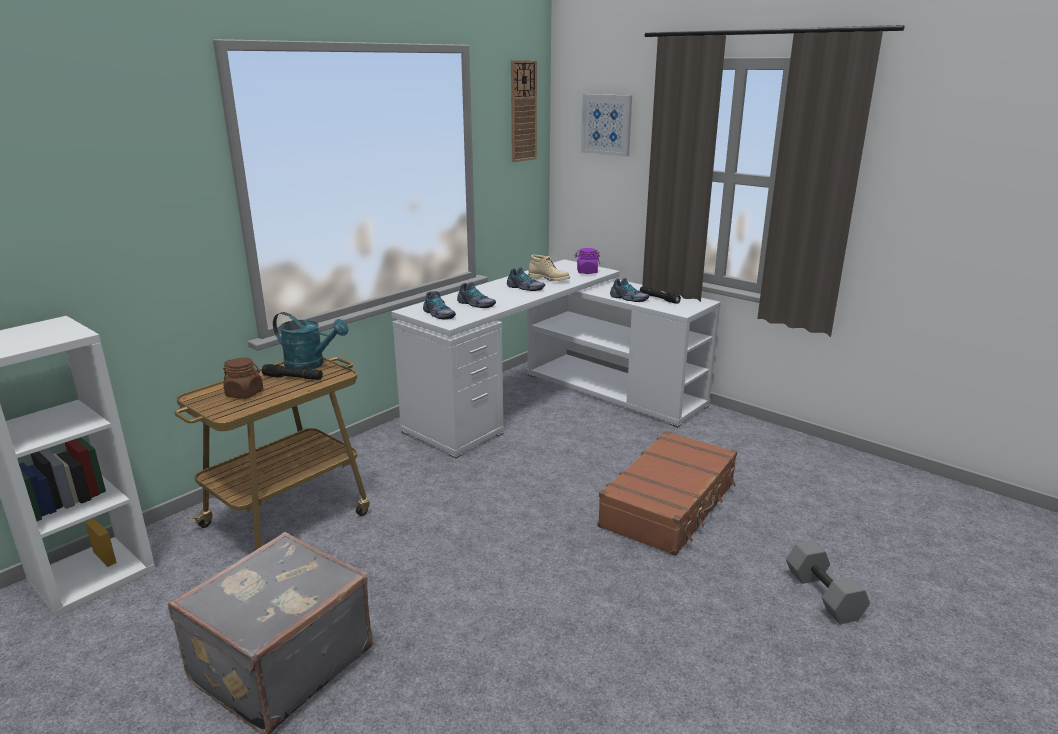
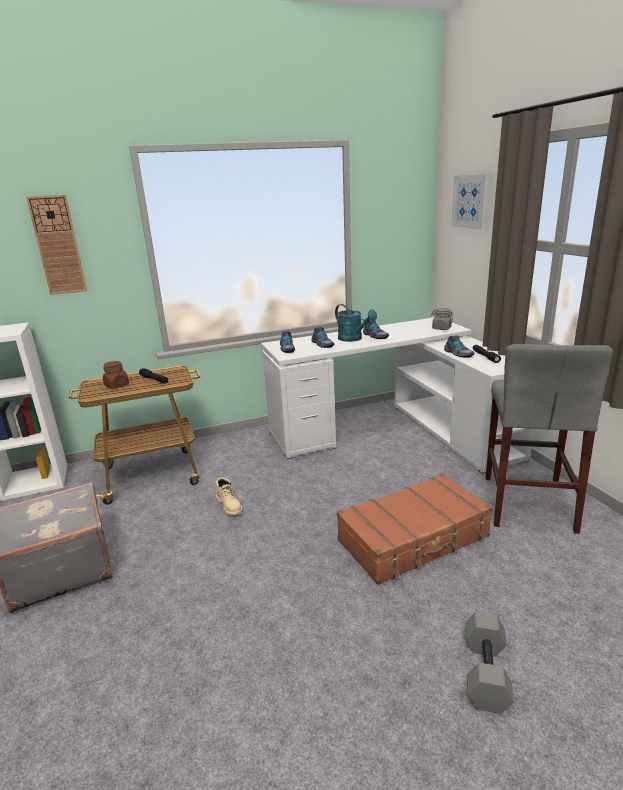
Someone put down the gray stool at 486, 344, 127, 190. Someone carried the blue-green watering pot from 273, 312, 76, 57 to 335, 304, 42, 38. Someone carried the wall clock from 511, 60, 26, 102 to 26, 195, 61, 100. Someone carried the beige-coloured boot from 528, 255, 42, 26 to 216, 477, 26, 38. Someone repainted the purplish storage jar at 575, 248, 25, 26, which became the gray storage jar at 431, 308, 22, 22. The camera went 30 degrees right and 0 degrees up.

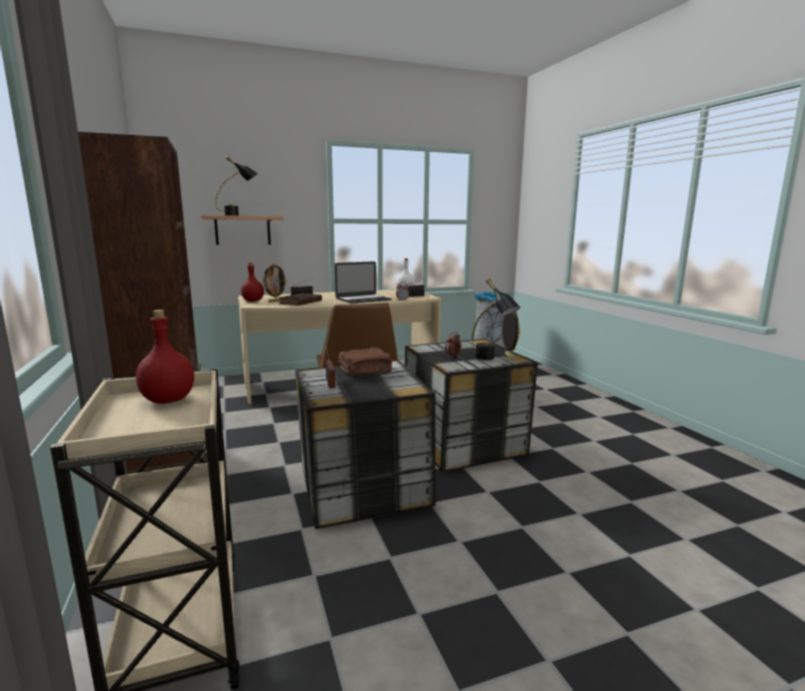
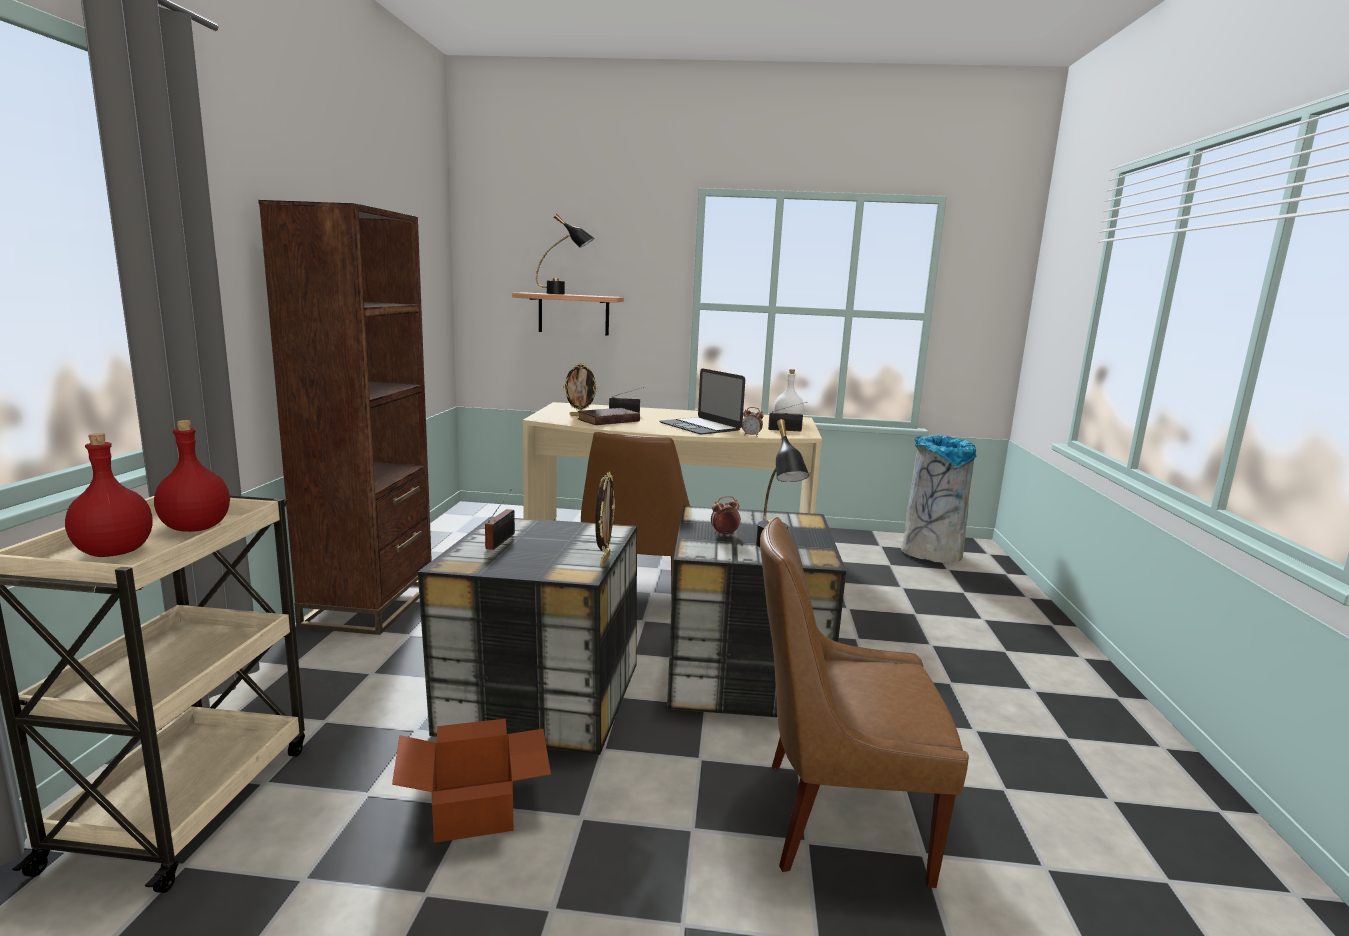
Someone took away the brown book at 338, 347, 55, 28. Someone put down the packing box at 392, 719, 159, 124. Someone put down the brown chair at 760, 517, 209, 371. Someone carried the reddish drink bottle from 241, 263, 23, 38 to 65, 433, 87, 124. Someone carried the photo frame from 502, 311, 19, 48 to 595, 472, 20, 94. Someone rotated the notebook computer at 335, 261, 57, 42 by 60 degrees clockwise. The camera went 25 degrees right and 0 degrees up.

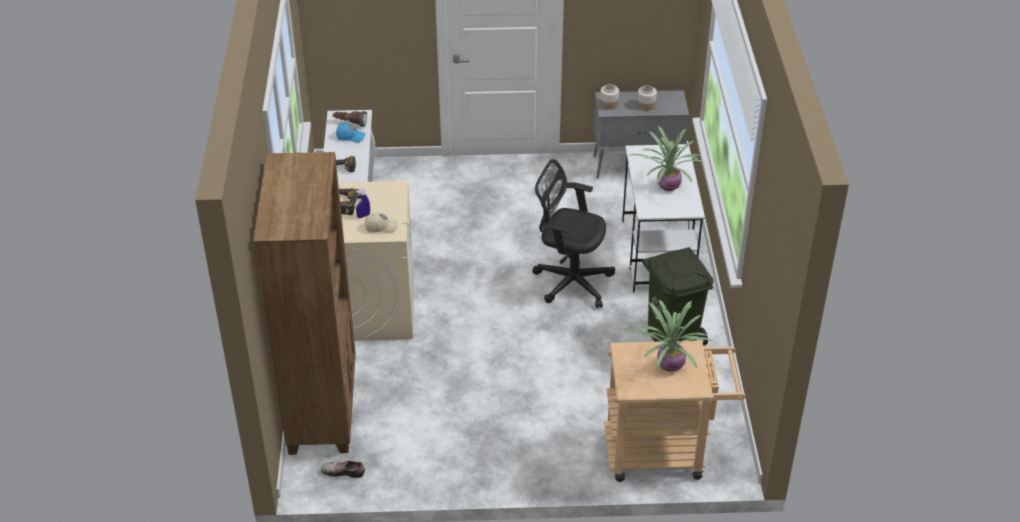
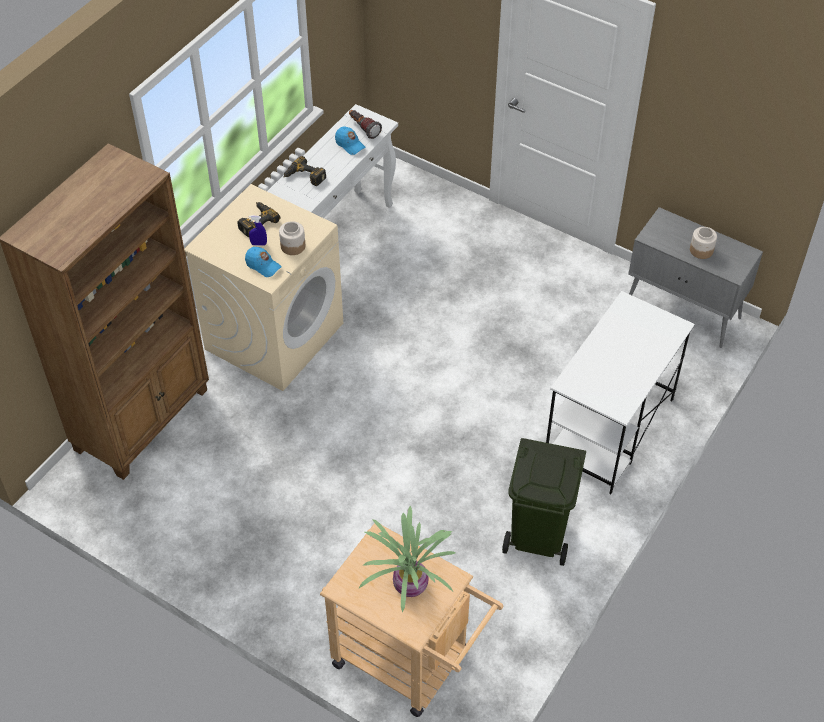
Someone took away the item of footwear at 322, 461, 43, 17. Someone took away the black computer chair at 532, 159, 83, 149. Someone took away the houseplant at 628, 126, 77, 65. Someone carried the storage jar from 600, 84, 19, 26 to 279, 221, 26, 34. Someone repainted the beige-coloured cap at 365, 213, 33, 20, which became the blue-coloured cap at 245, 247, 37, 30. The camera went 35 degrees right and 10 degrees up.

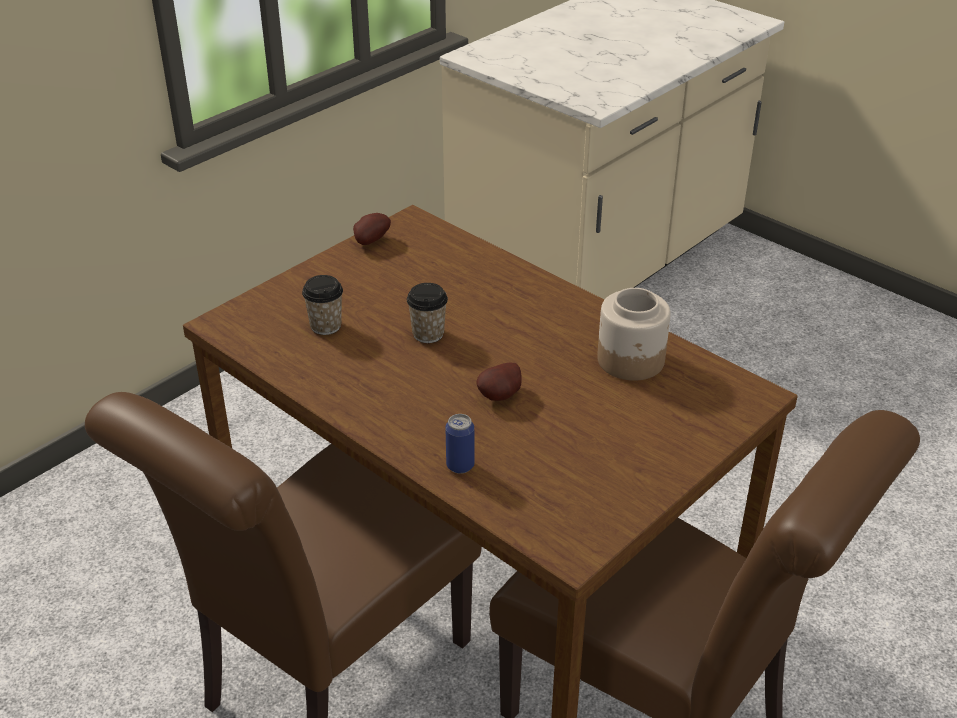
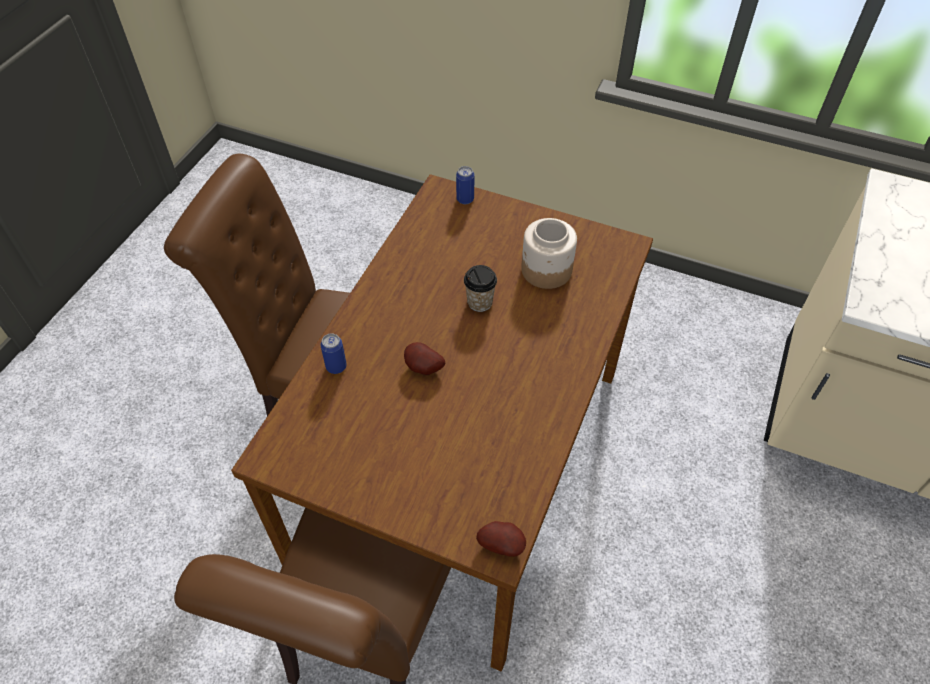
Someone took away the cup at 302, 275, 41, 60. Someone put down the can at 456, 166, 18, 38. Someone carried the potato from 353, 213, 38, 32 to 476, 521, 50, 36. Someone carried the storage jar from 597, 288, 74, 93 to 521, 218, 56, 71. The camera went 70 degrees right and 15 degrees up.

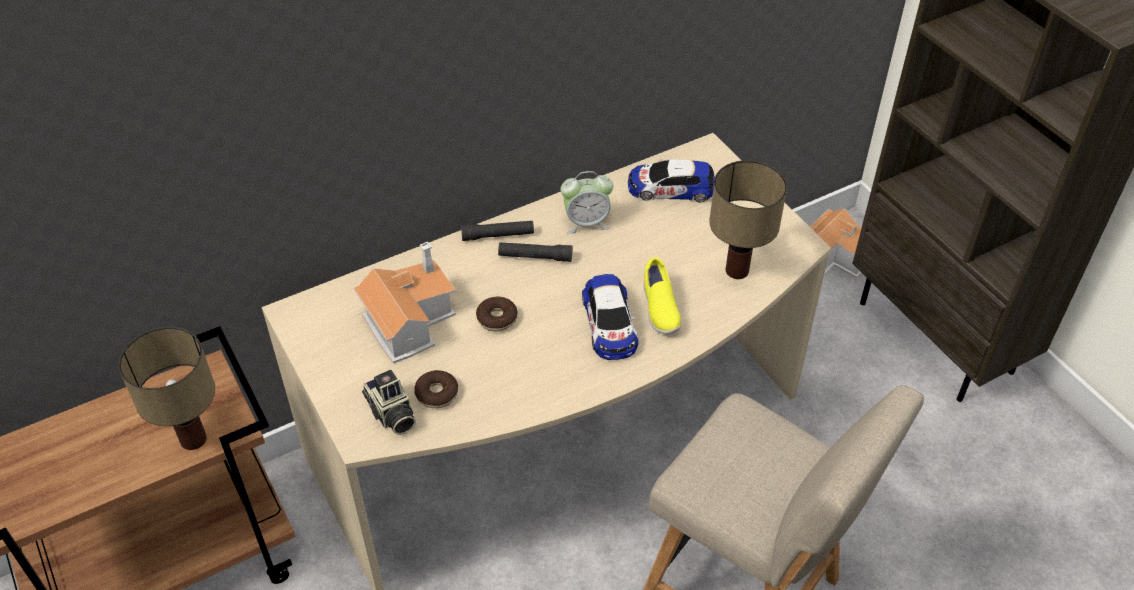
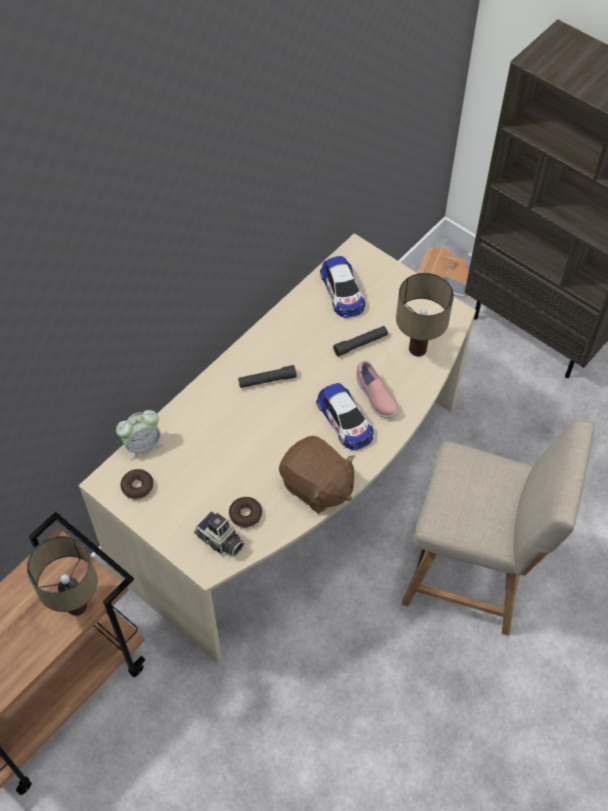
Someone took away the miniature house at 353, 242, 103, 121. Someone put down the brown cuddly toy at 279, 436, 76, 78. Someone carried the black flashlight from 461, 221, 73, 20 to 333, 326, 55, 31. Someone carried the doughnut from 476, 297, 42, 35 to 120, 469, 33, 31. Someone carried the alarm clock from 561, 171, 52, 63 to 116, 410, 47, 51. Someone repainted the yellow-coloured item of footwear at 644, 258, 37, 76, which became the pink item of footwear at 356, 361, 43, 57. Someone rotated the toy car at 628, 159, 87, 44 by 90 degrees counterclockwise. The camera went 20 degrees left and 10 degrees up.

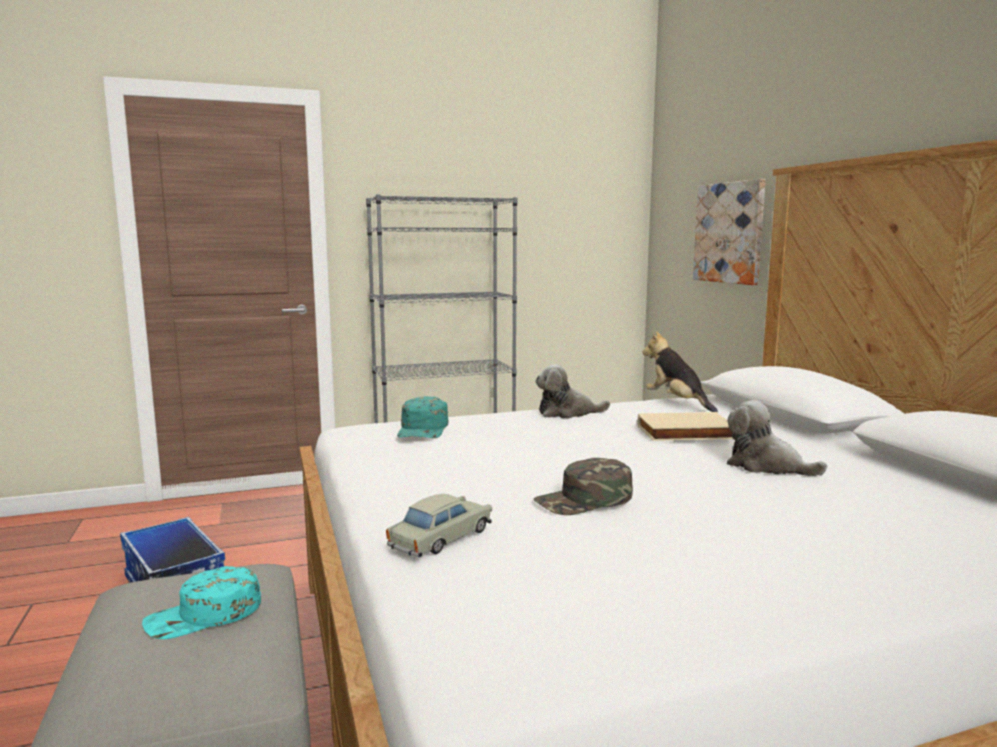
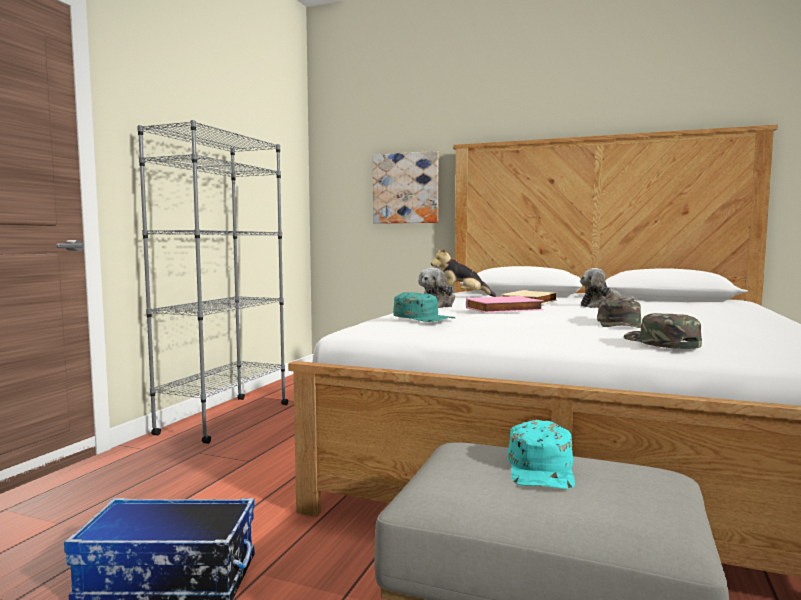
Someone put down the pink book at 466, 296, 78, 17. Someone swapped the beige-coloured toy car at 386, 494, 106, 63 for the greenish cap at 624, 313, 78, 36. The camera went 50 degrees left and 5 degrees down.

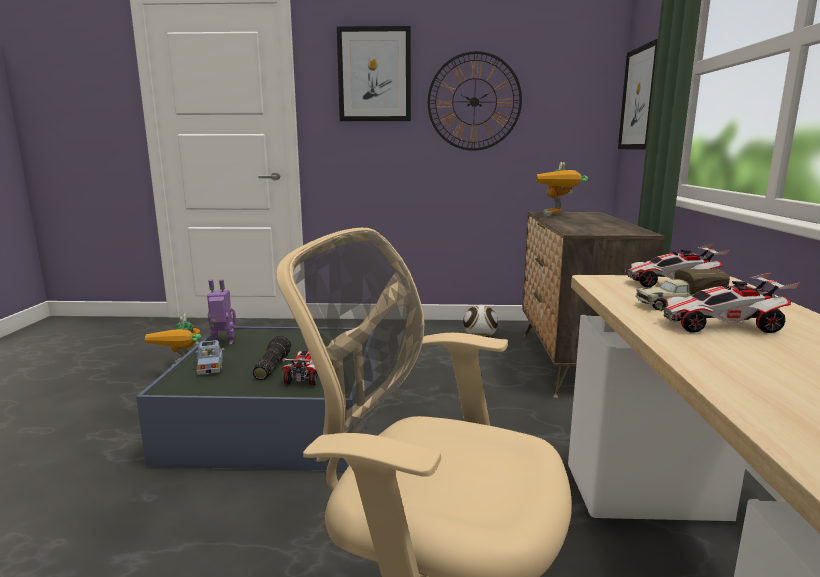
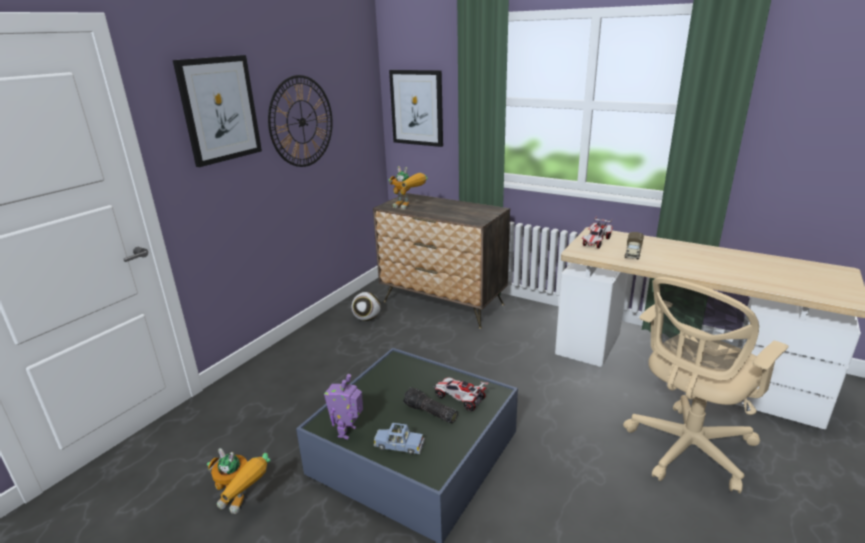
Someone took away the toy car at 659, 273, 140, 60. The camera went 60 degrees left and 10 degrees up.

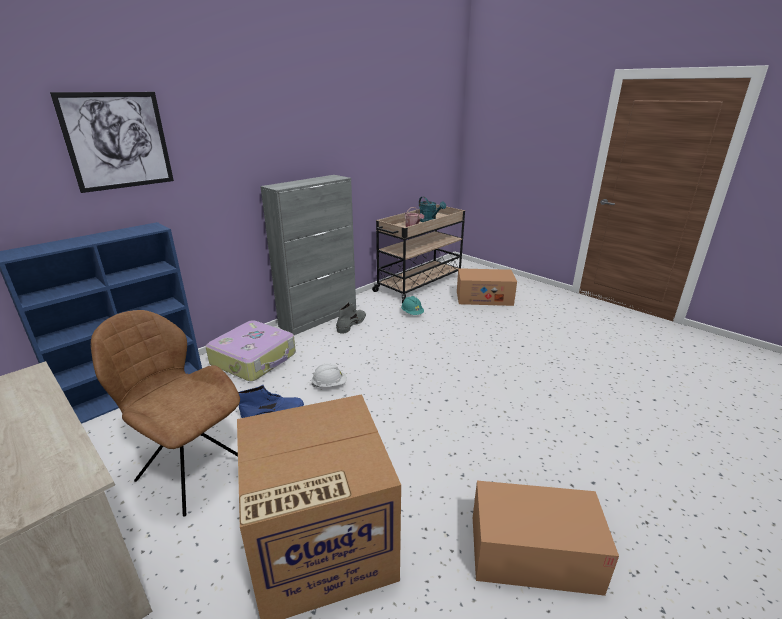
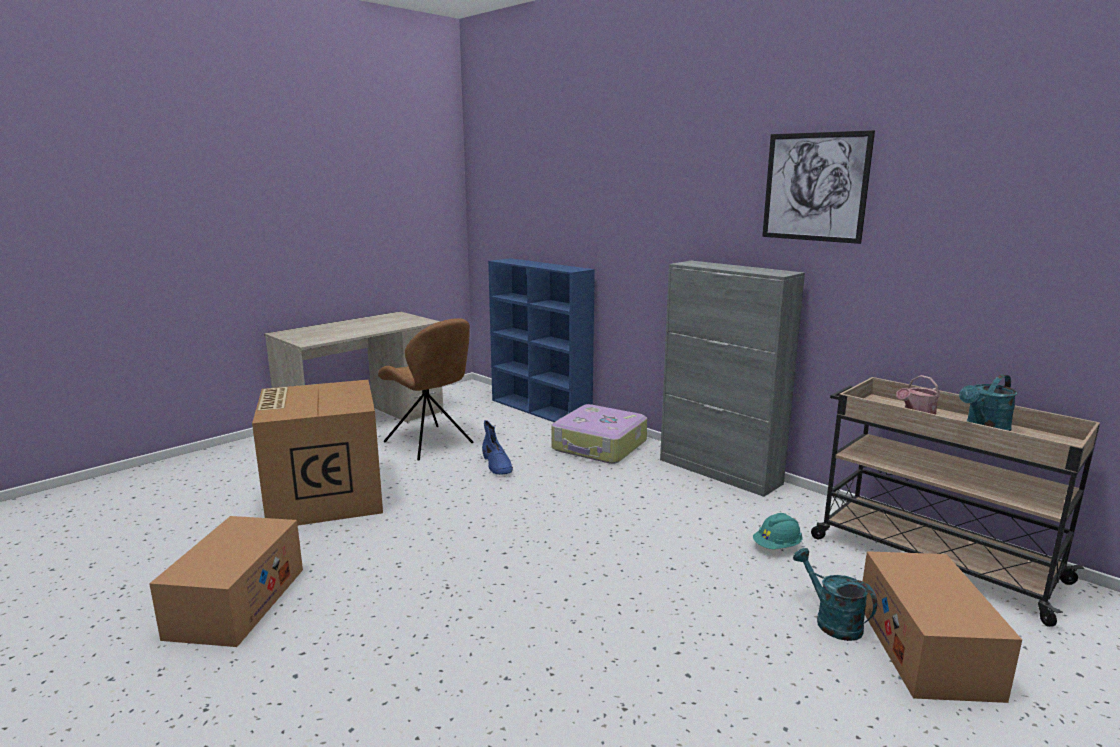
Someone took away the whitish hard hat at 312, 363, 35, 24. Someone took away the gray boot at 336, 302, 30, 31. Someone put down the blue-green watering pot at 793, 548, 84, 93. Someone carried the wall art from 50, 92, 124, 101 to 762, 130, 113, 114. Someone rotated the brown chair at 91, 310, 149, 207 by 105 degrees clockwise. The camera went 90 degrees right and 10 degrees down.

